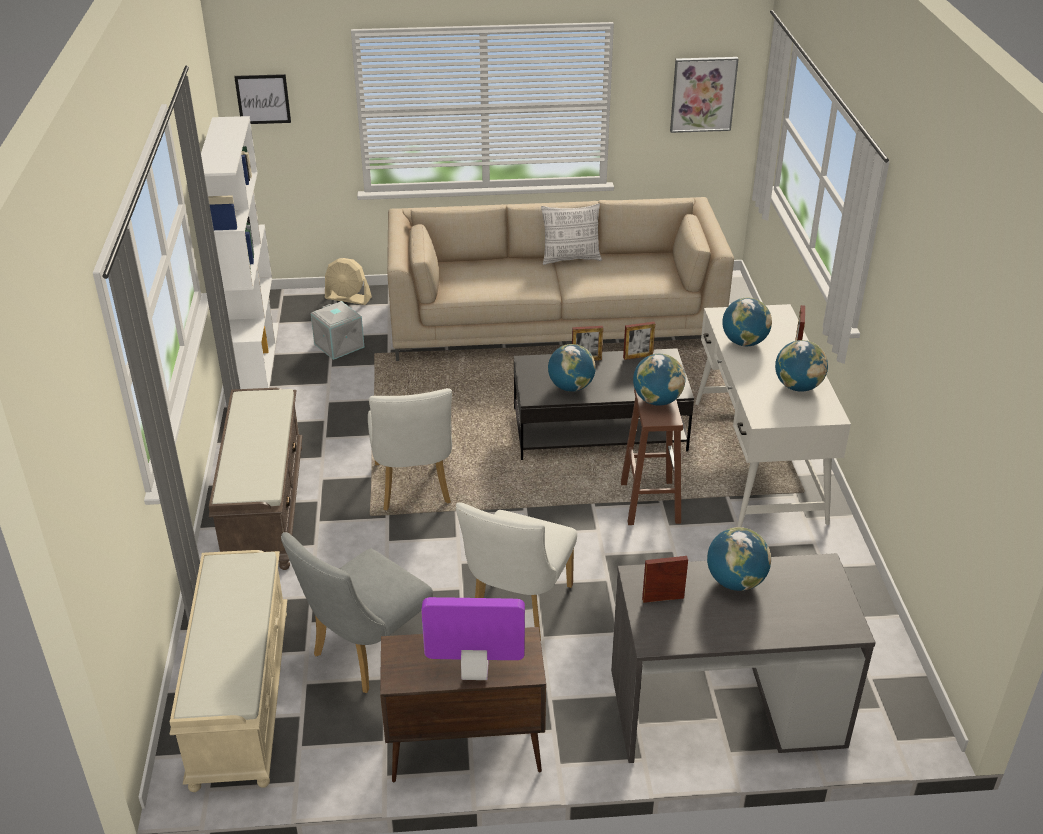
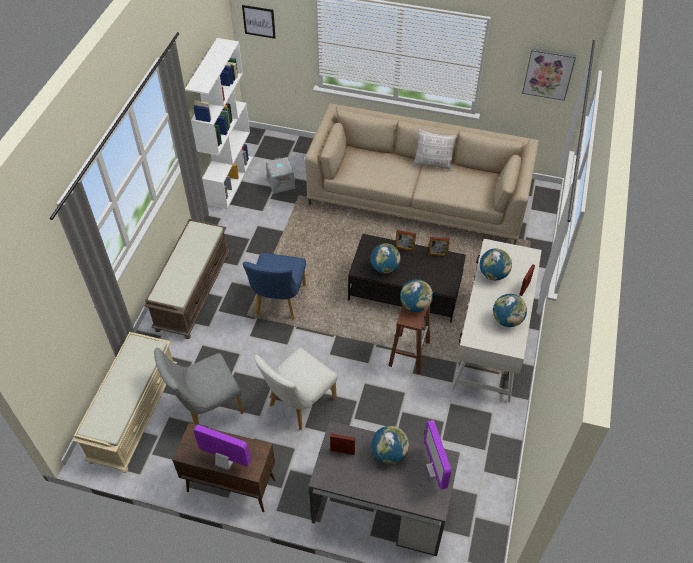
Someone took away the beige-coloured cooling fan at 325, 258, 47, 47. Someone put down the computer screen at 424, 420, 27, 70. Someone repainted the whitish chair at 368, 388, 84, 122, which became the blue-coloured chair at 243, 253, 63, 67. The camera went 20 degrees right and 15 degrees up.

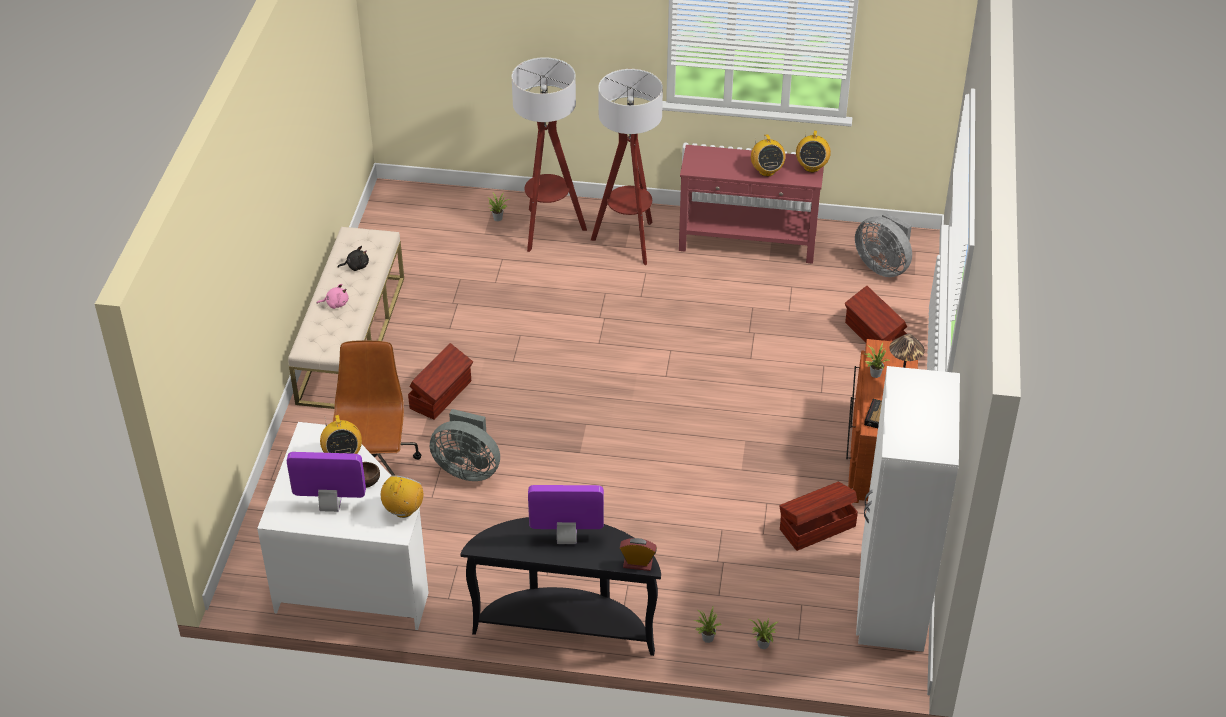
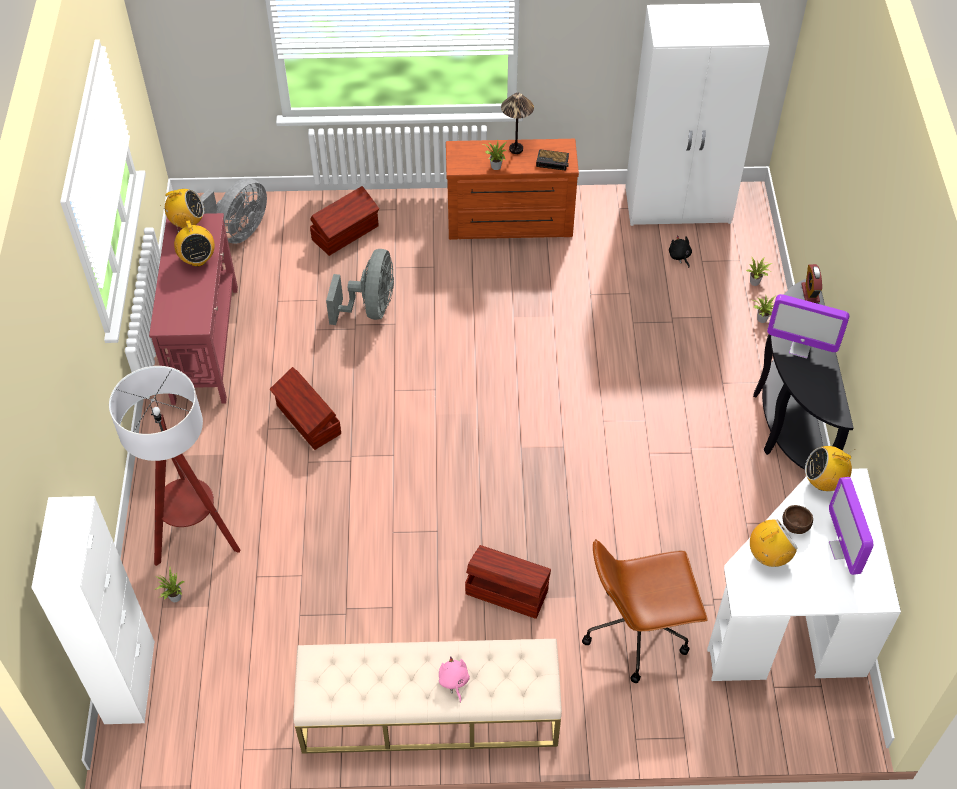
Someone took away the floor lamp at 591, 69, 72, 196. Someone put down the whitish storage cabinet at 31, 496, 124, 228. Someone carried the black cuddly toy from 338, 246, 31, 25 to 669, 235, 23, 33. Someone carried the gray cooling fan from 430, 409, 70, 72 to 326, 249, 68, 76. Someone carried the brown storage container from 779, 481, 79, 70 to 269, 367, 72, 83. Someone rotated the computer screen at 528, 485, 76, 59 by 60 degrees counterclockwise. Someone rotated the radio receiver at 751, 134, 34, 43 by 90 degrees clockwise. The camera went 100 degrees left and 10 degrees up.

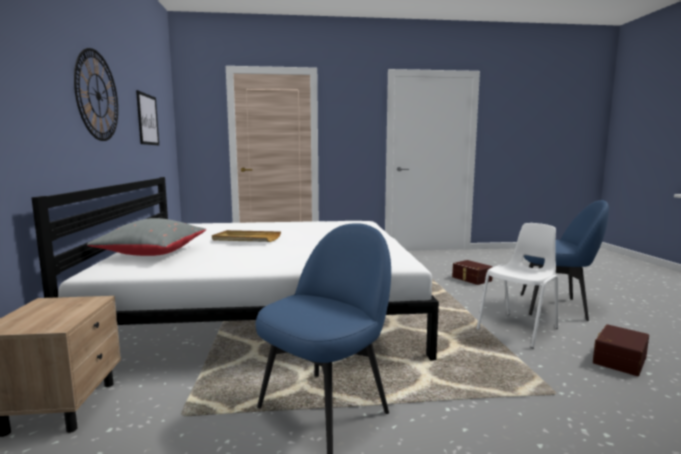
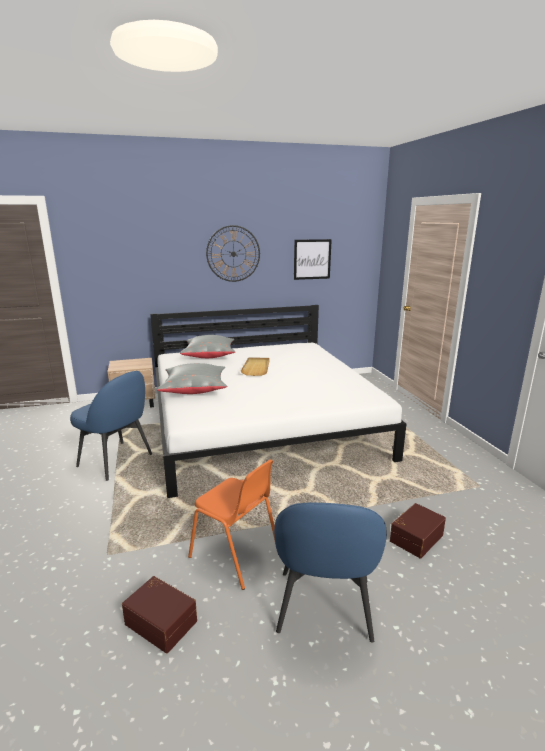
Someone put down the gray throw pillow at 157, 363, 70, 31. Someone repainted the whitish chair at 477, 223, 81, 126, which became the orange chair at 188, 459, 90, 131. The camera went 80 degrees right and 10 degrees up.

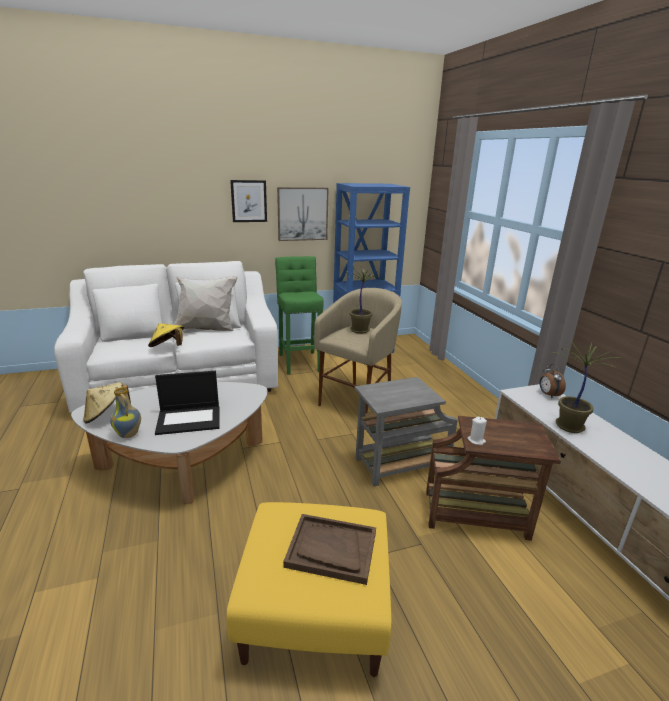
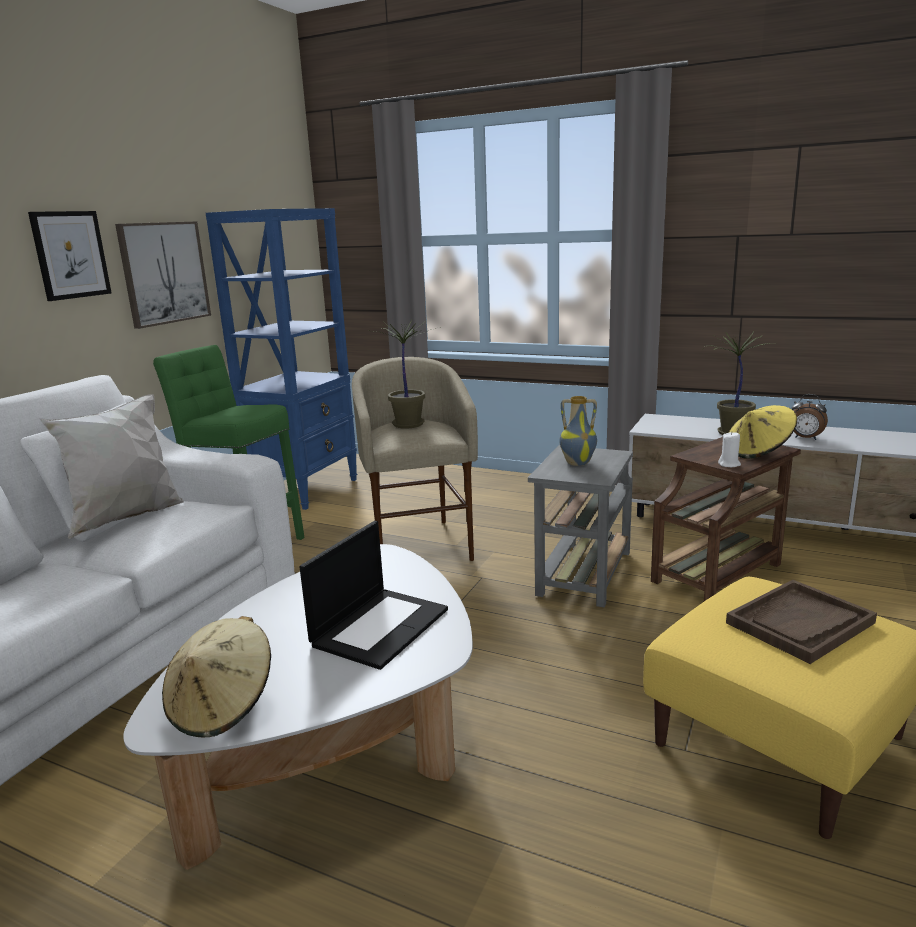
Someone carried the vase from 110, 387, 31, 51 to 560, 396, 37, 70. Someone carried the yellow-coloured hat from 148, 323, 36, 24 to 729, 405, 68, 54. Someone carried the alarm clock from 540, 364, 26, 34 to 792, 394, 36, 46. The camera went 45 degrees left and 5 degrees down.

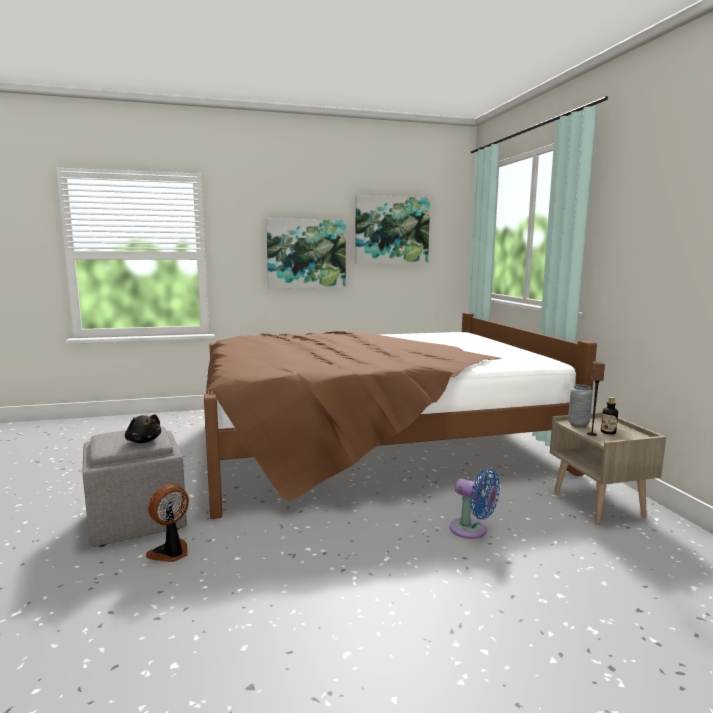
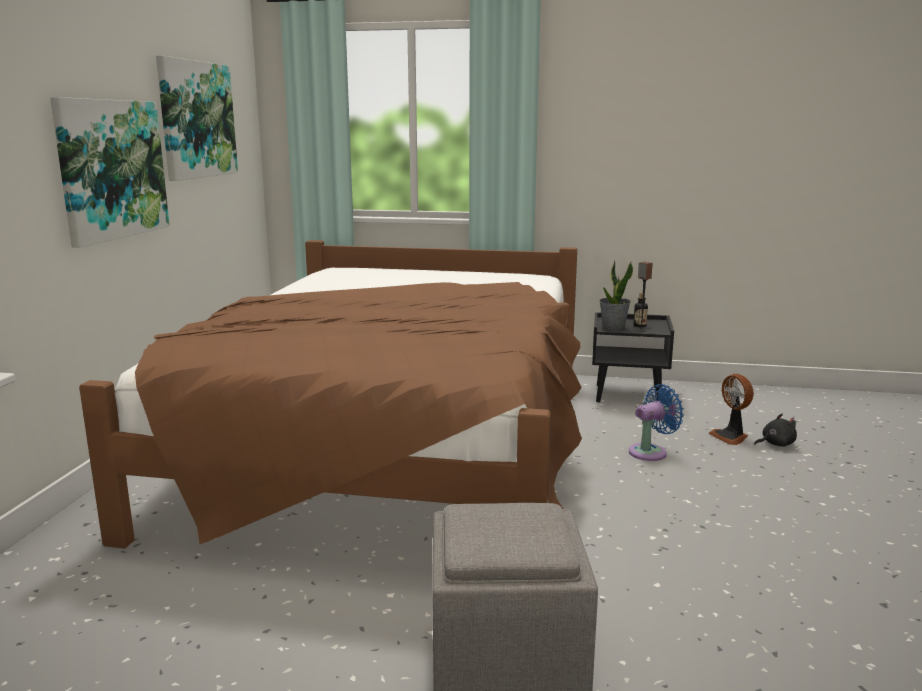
Someone carried the black cuddly toy from 125, 414, 36, 29 to 754, 414, 43, 33. Someone carried the cooling fan from 146, 484, 43, 78 to 708, 374, 46, 71. Someone swapped the gray vase at 568, 384, 25, 43 for the houseplant at 599, 261, 34, 70. Someone repainted the beige-coloured nightstand at 550, 412, 116, 111, which became the black nightstand at 592, 312, 82, 90. The camera went 65 degrees left and 5 degrees up.

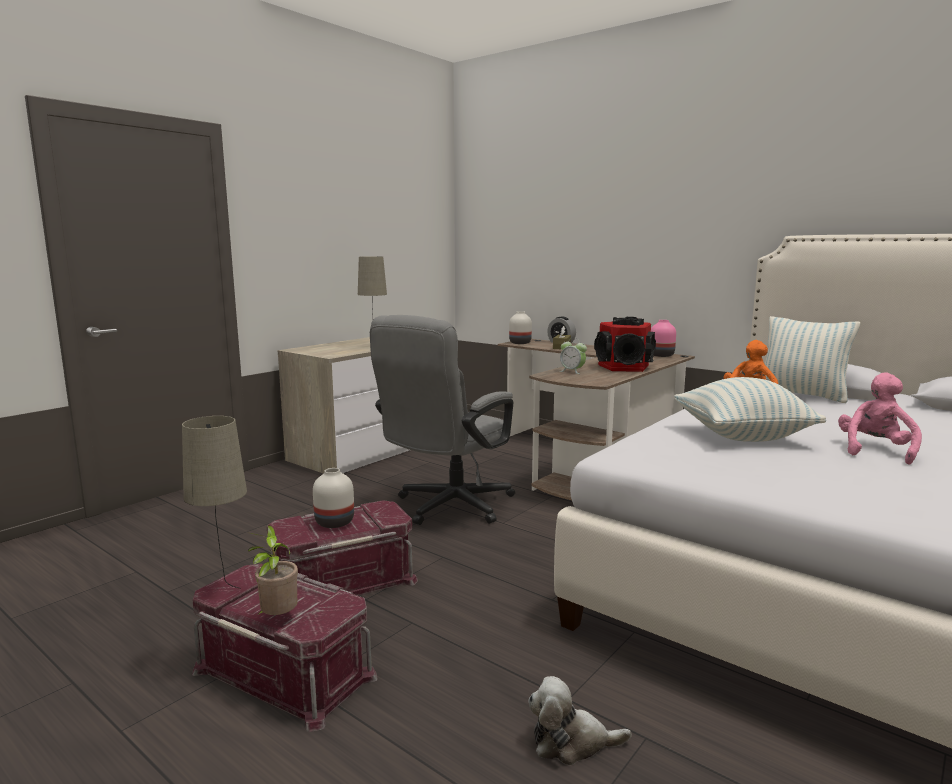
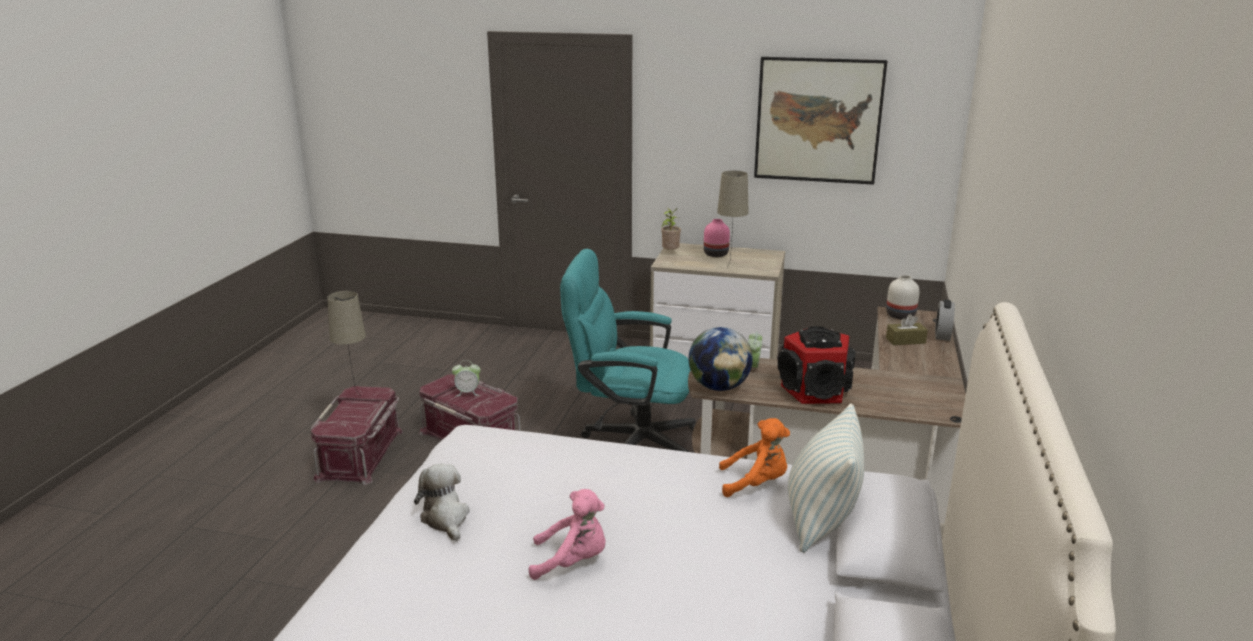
Someone took away the throw pillow at 674, 377, 152, 65. Someone put down the desk globe at 689, 327, 64, 64. Someone put up the wall art at 754, 57, 133, 128. Someone carried the houseplant from 248, 525, 50, 90 to 661, 208, 20, 42. Someone carried the cuddly toy from 528, 676, 103, 89 to 414, 464, 56, 77. Someone carried the pink vase from 651, 320, 25, 37 to 704, 219, 26, 38. Someone swapped the whitish vase at 313, 468, 41, 60 for the alarm clock at 452, 360, 29, 36. Someone repainted the gray computer chair at 370, 315, 145, 210, which became the blue-green computer chair at 560, 249, 136, 203. The camera went 65 degrees right and 10 degrees up.

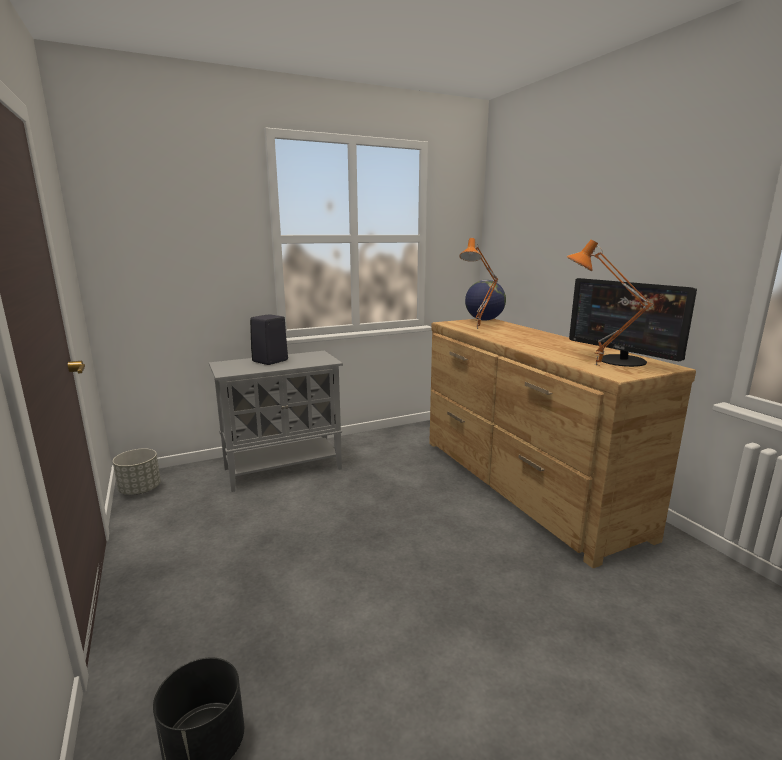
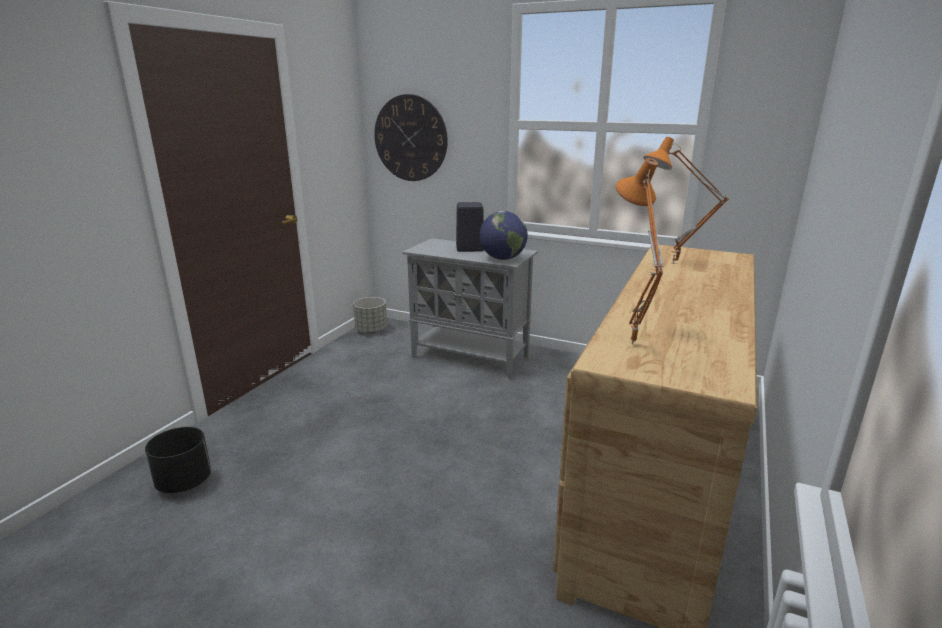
Someone took away the computer screen at 569, 278, 128, 89. Someone put up the wall clock at 374, 94, 74, 87. Someone carried the desk globe from 465, 280, 41, 41 to 479, 211, 49, 49. The camera went 50 degrees right and 5 degrees up.

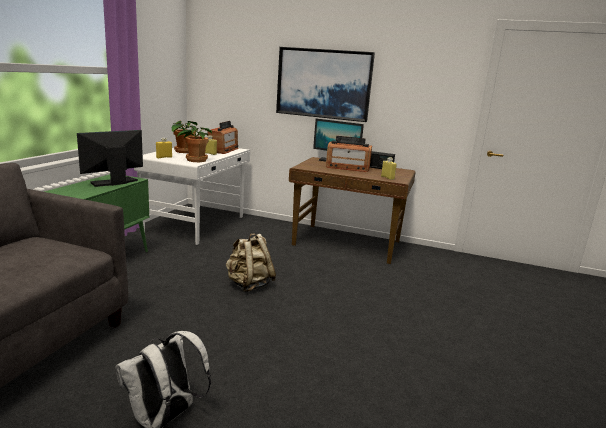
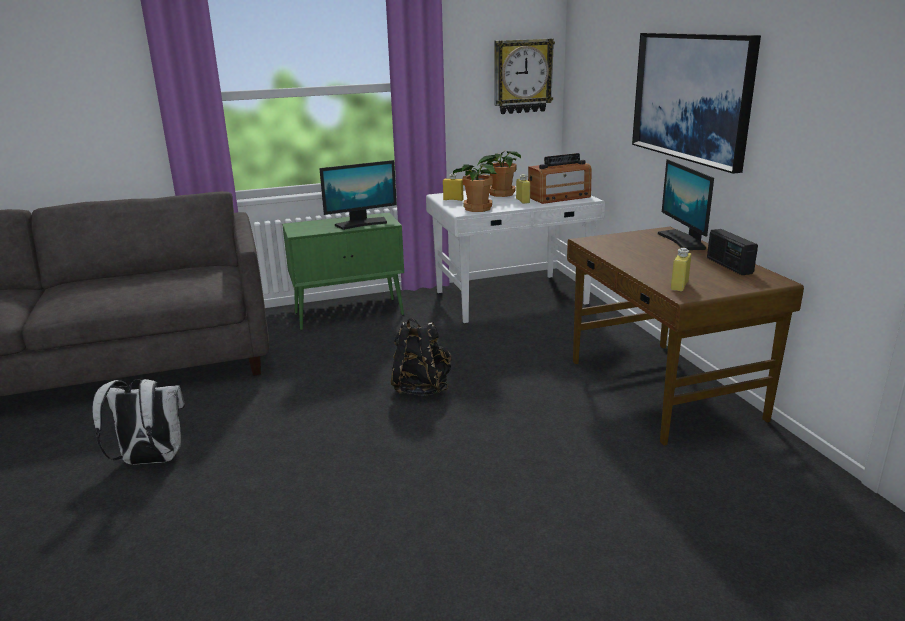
Someone took away the radio receiver at 326, 136, 46, 36. Someone put up the wall clock at 495, 39, 60, 75. Someone repainted the beige-coloured rucksack at 226, 233, 50, 59, which became the black rucksack at 391, 318, 60, 78. Someone rotated the computer screen at 77, 130, 66, 57 by 150 degrees clockwise. The camera went 55 degrees right and 5 degrees up.

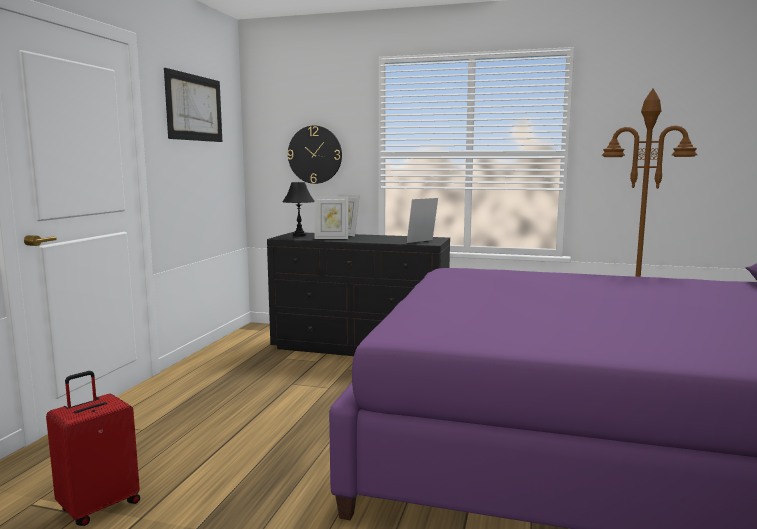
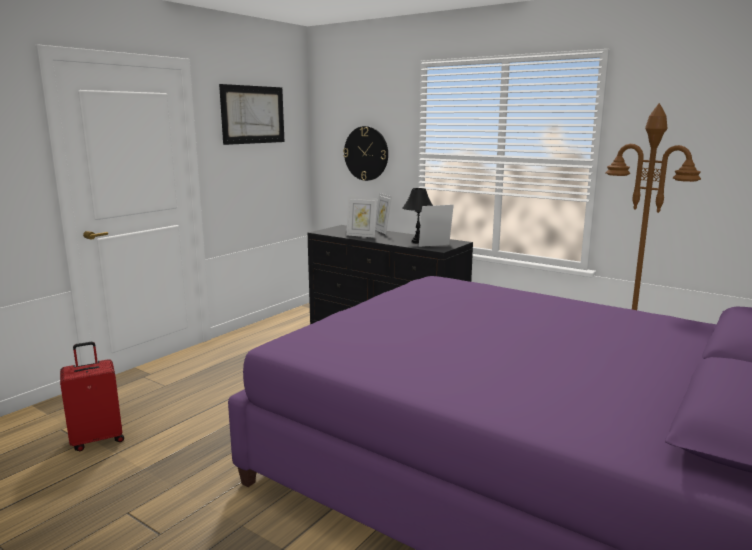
Someone carried the black lamp for a table from 282, 182, 33, 55 to 403, 188, 30, 55. The camera went 20 degrees right and 5 degrees up.

